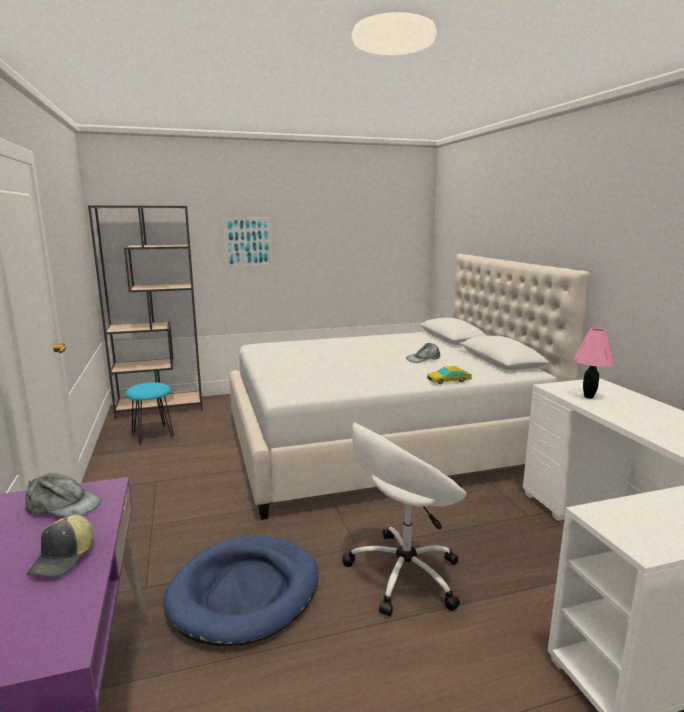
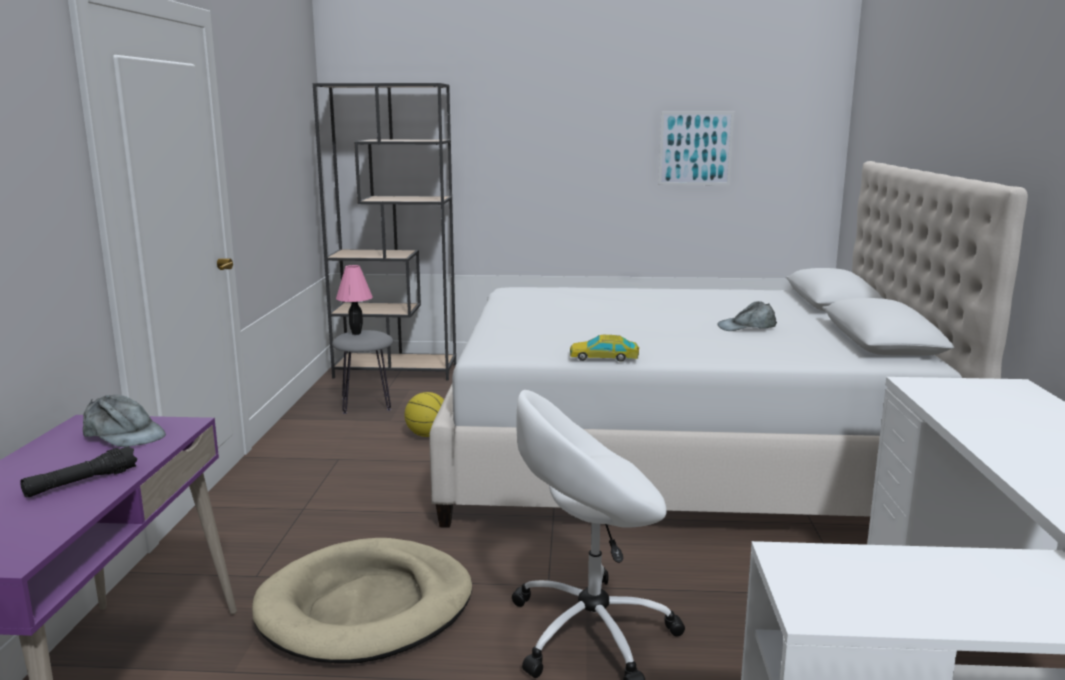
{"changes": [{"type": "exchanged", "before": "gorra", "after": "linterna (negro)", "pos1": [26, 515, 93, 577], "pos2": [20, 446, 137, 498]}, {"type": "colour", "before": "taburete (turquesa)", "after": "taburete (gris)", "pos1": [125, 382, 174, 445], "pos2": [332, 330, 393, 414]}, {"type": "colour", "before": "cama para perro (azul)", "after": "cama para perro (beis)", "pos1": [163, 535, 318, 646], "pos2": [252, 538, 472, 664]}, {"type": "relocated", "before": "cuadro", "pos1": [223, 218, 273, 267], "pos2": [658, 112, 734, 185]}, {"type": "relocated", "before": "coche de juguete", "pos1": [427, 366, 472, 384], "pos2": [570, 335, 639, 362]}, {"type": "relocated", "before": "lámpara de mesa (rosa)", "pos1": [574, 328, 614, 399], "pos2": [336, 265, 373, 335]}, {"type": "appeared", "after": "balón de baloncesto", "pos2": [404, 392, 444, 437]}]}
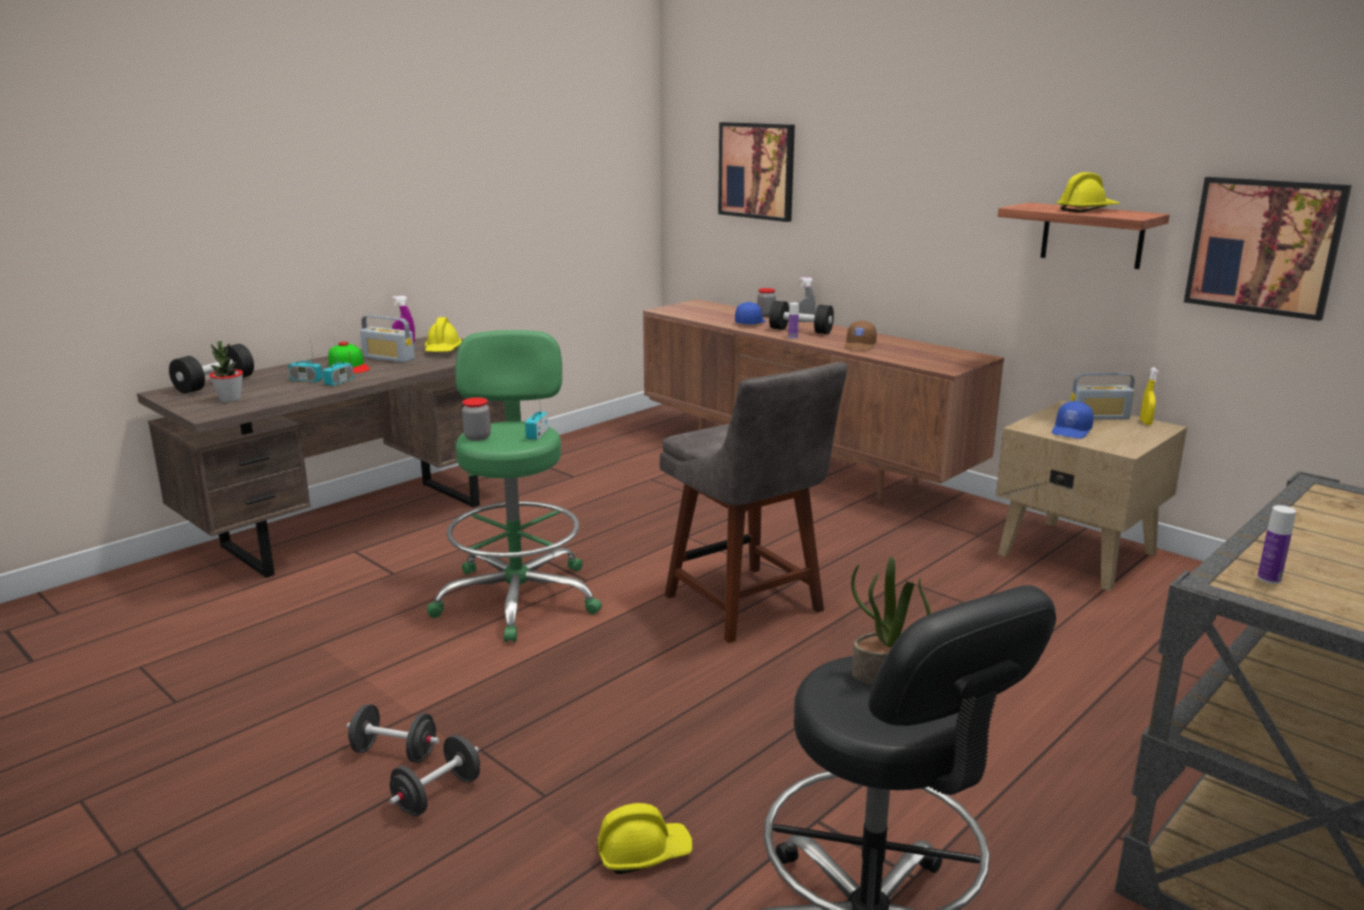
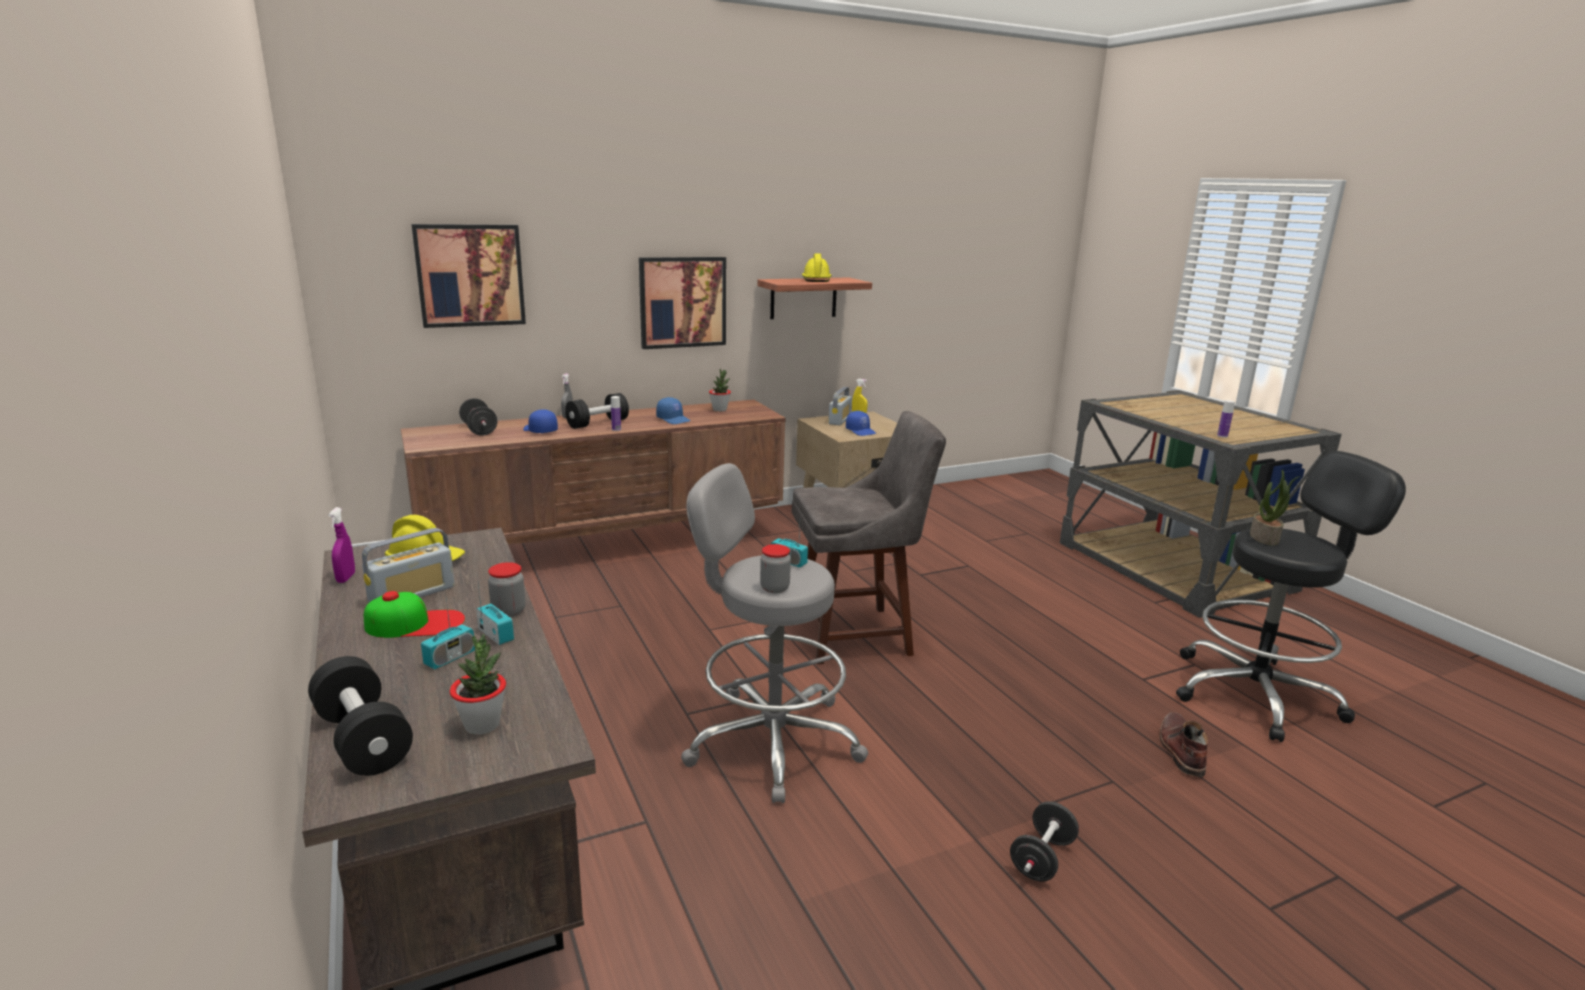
{"changes": [{"type": "relocated", "before": "mancuerna (negro)", "pos1": [389, 735, 480, 816], "pos2": [459, 398, 497, 436]}, {"type": "colour", "before": "taburete (verde)", "after": "taburete (gris)", "pos1": [427, 330, 602, 642], "pos2": [681, 463, 868, 803]}, {"type": "exchanged", "before": "casco (amarillo)", "after": "bota (marrón)", "pos1": [598, 803, 692, 874], "pos2": [1160, 712, 1208, 777]}, {"type": "relocated", "before": "tarro", "pos1": [757, 288, 776, 317], "pos2": [488, 562, 526, 617]}, {"type": "colour", "before": "gorra (marrón)", "after": "gorra (azul)", "pos1": [844, 320, 877, 351], "pos2": [656, 397, 690, 424]}, {"type": "relocated", "before": "cuadro", "pos1": [1184, 177, 1352, 321], "pos2": [639, 257, 726, 349]}, {"type": "appeared", "after": "planta en maceta", "pos2": [709, 368, 731, 412]}]}
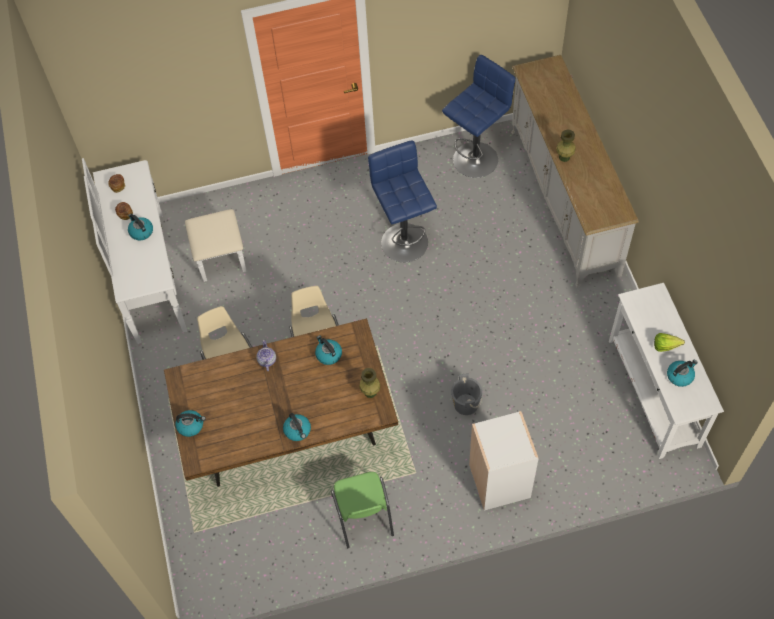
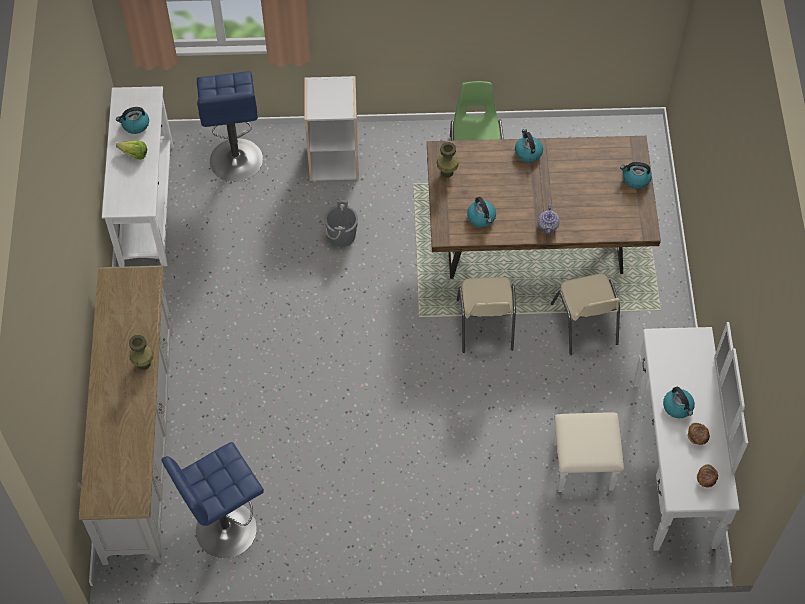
{"changes": [{"type": "relocated", "before": "taburete (azul)", "pos1": [368, 140, 437, 262], "pos2": [197, 71, 263, 182]}]}
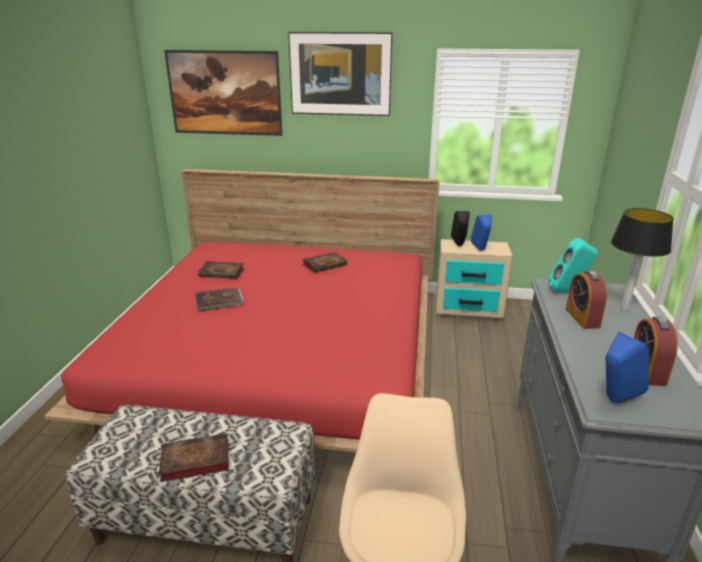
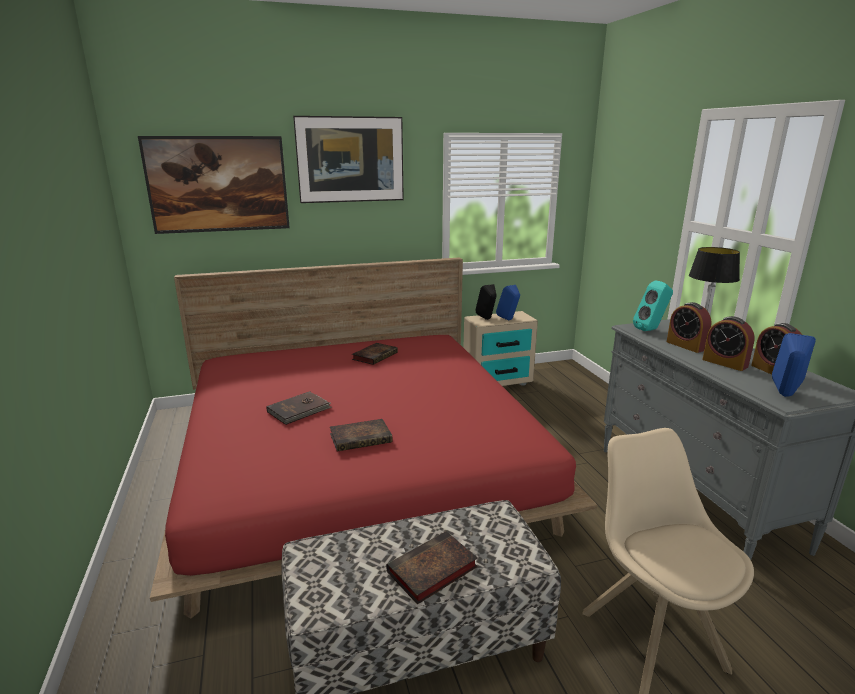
{"changes": [{"type": "relocated", "before": "libro", "pos1": [198, 261, 244, 279], "pos2": [330, 419, 393, 451]}, {"type": "appeared", "after": "despertador", "pos2": [702, 316, 755, 371]}]}
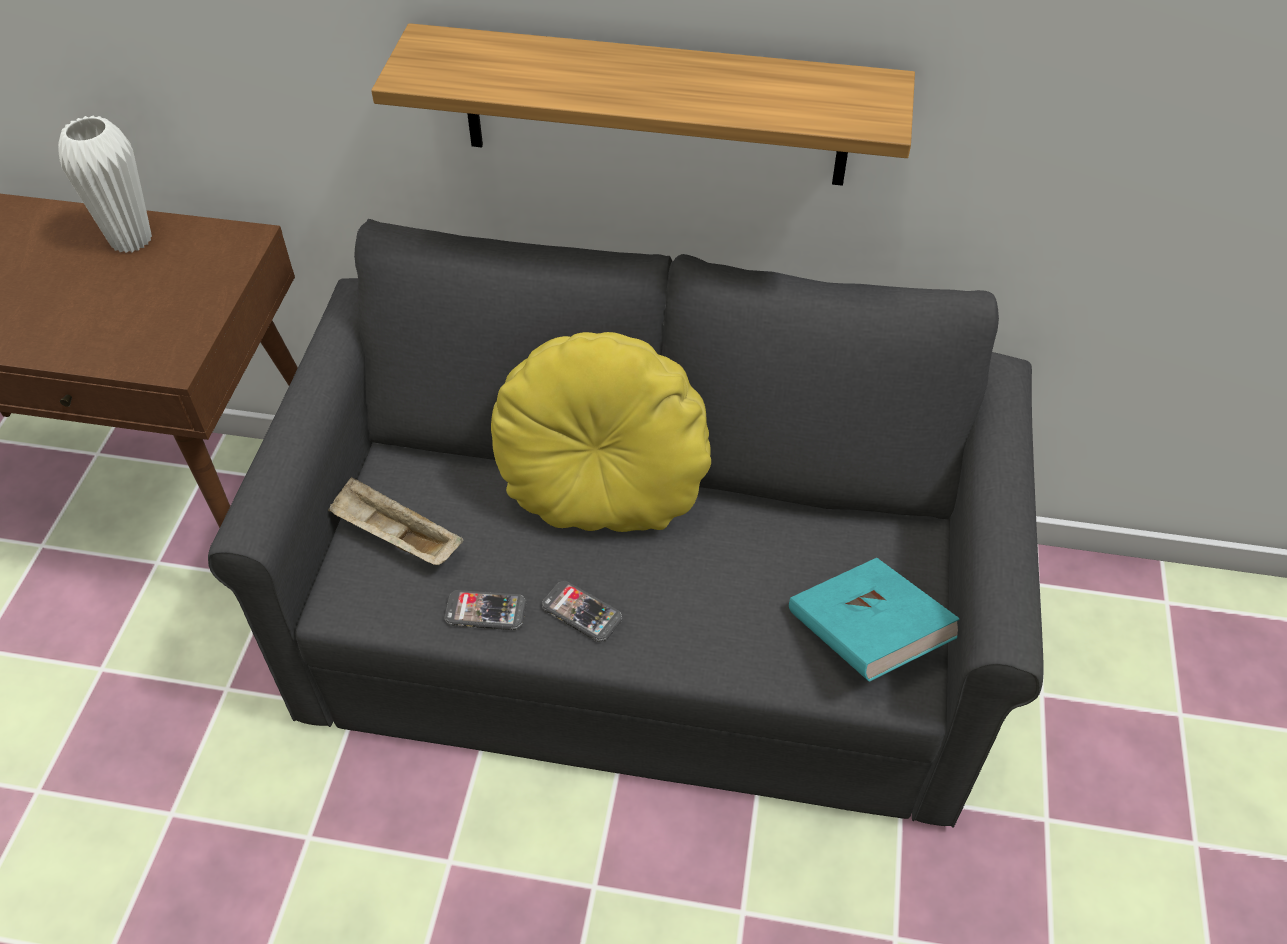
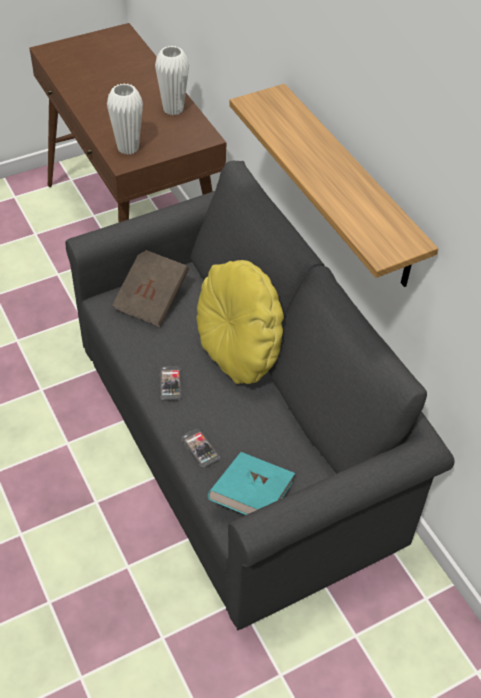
{"changes": [{"type": "exchanged", "before": "bandeja (beis)", "after": "libro (marrón)", "pos1": [328, 476, 464, 565], "pos2": [112, 250, 189, 327]}, {"type": "relocated", "before": "móvil", "pos1": [444, 590, 527, 630], "pos2": [181, 429, 220, 468]}, {"type": "appeared", "after": "florero (blanco)", "pos2": [107, 83, 143, 155]}]}
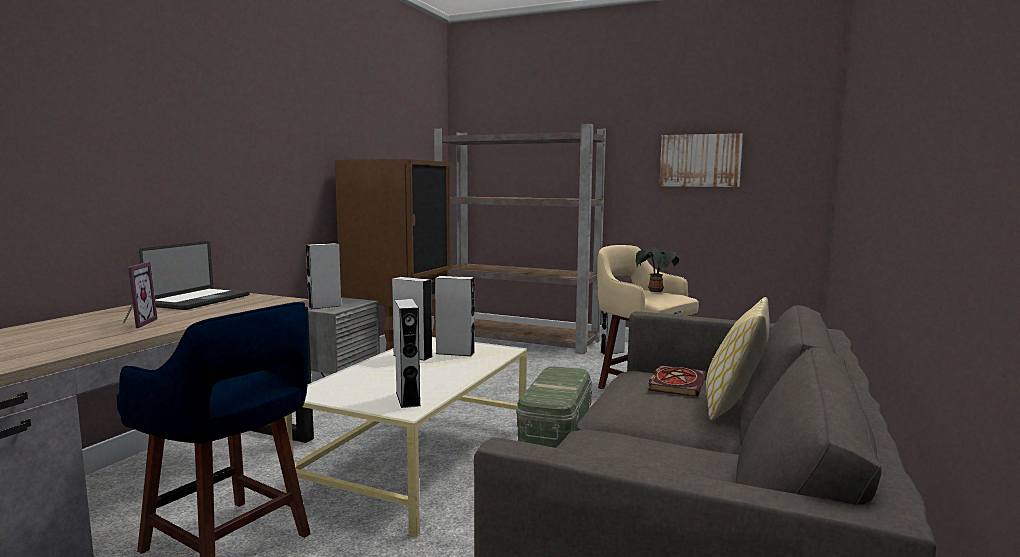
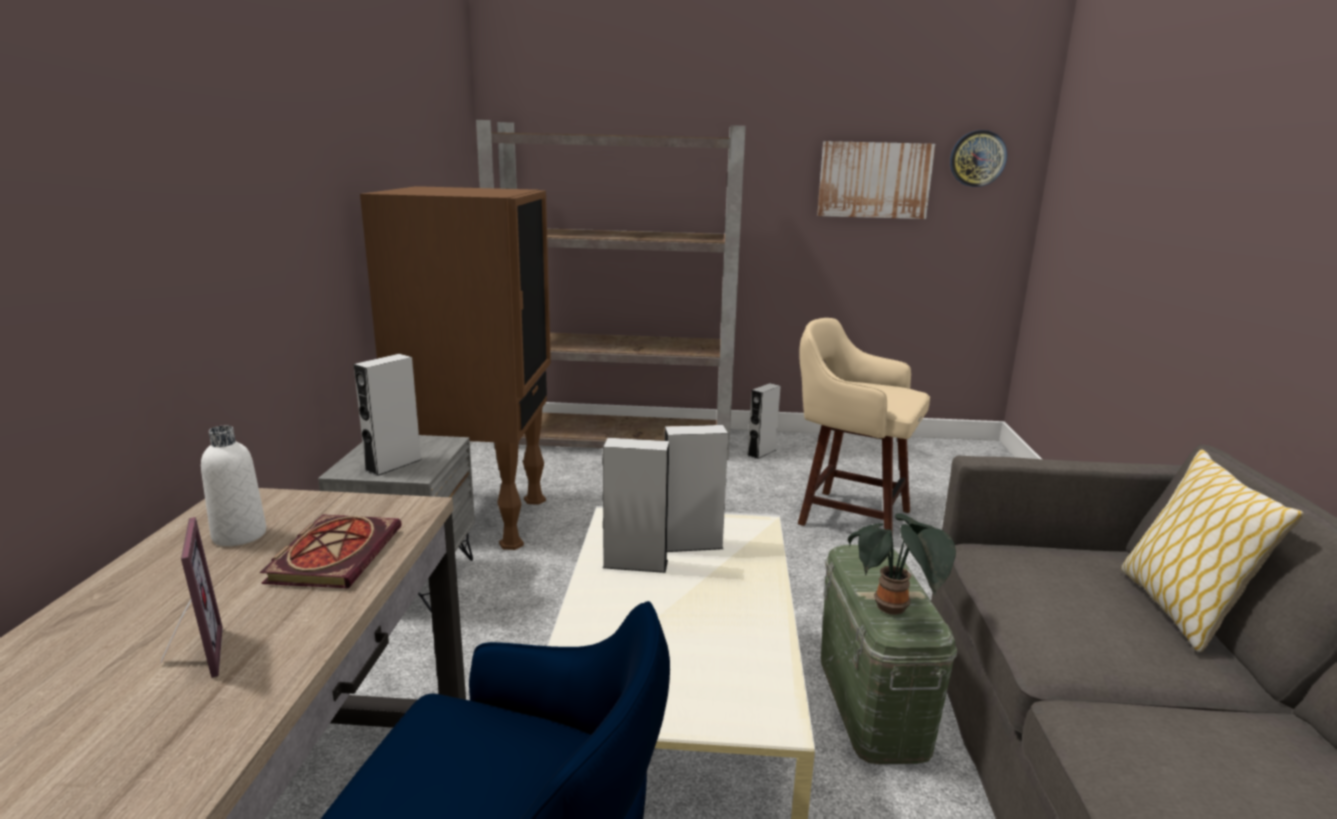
{"changes": [{"type": "exchanged", "before": "portátil", "after": "botella (blanco)", "pos1": [139, 241, 250, 310], "pos2": [201, 425, 266, 546]}, {"type": "missing", "before": "altavoz (gris)", "pos1": [394, 299, 421, 408]}, {"type": "relocated", "before": "planta en maceta", "pos1": [636, 247, 679, 292], "pos2": [848, 513, 956, 615]}, {"type": "relocated", "before": "libro", "pos1": [648, 365, 707, 397], "pos2": [260, 514, 402, 588]}, {"type": "appeared", "after": "reloj de pared", "pos2": [950, 130, 1007, 187]}]}
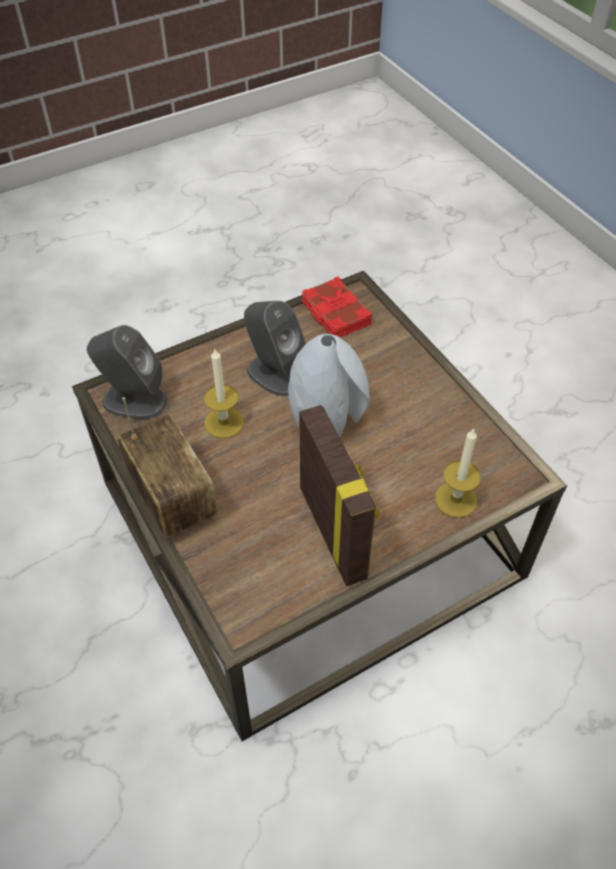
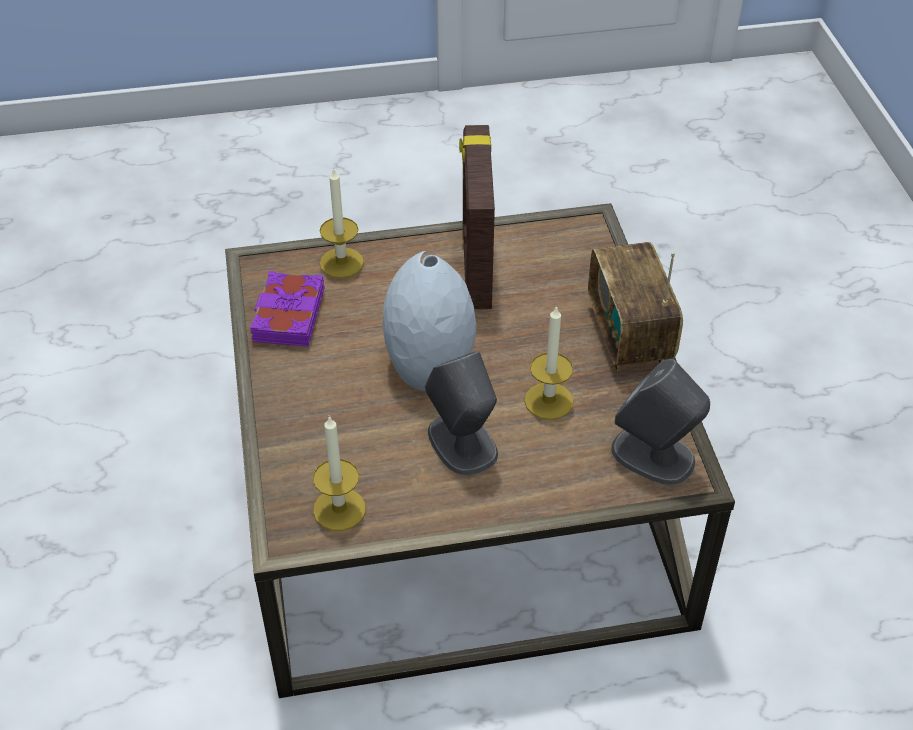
{"changes": [{"type": "exchanged", "before": "libro (rojo)", "after": "vela", "pos1": [302, 277, 372, 338], "pos2": [313, 415, 366, 531]}, {"type": "appeared", "after": "libro (morado)", "pos2": [250, 271, 325, 347]}]}
